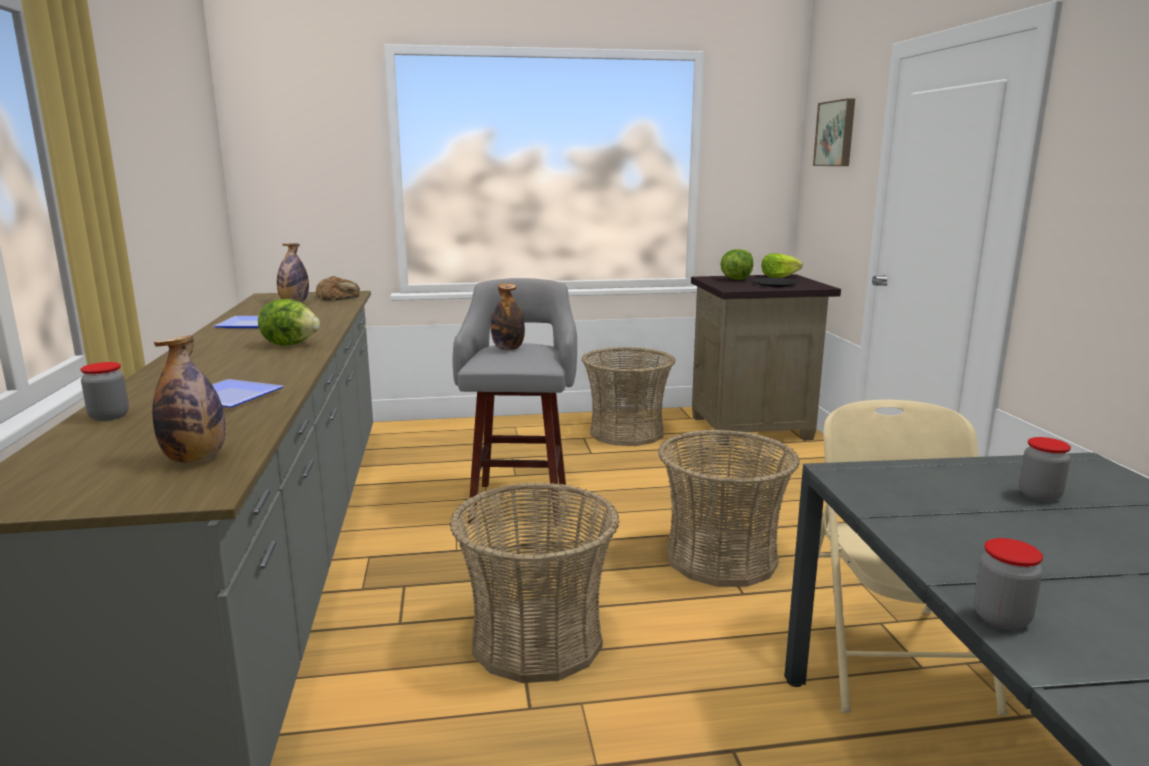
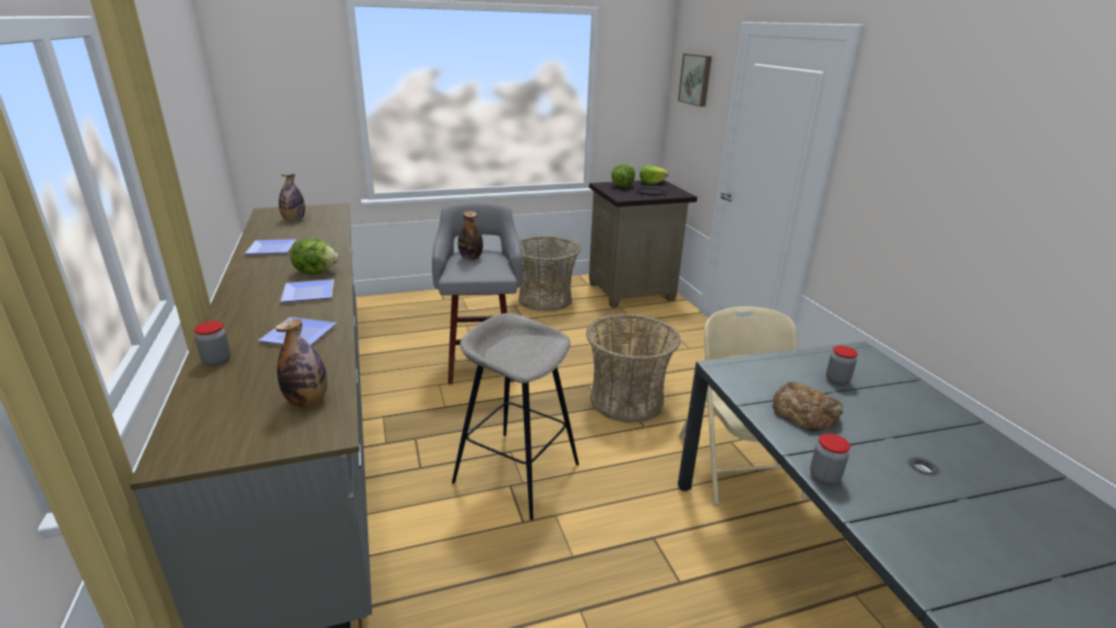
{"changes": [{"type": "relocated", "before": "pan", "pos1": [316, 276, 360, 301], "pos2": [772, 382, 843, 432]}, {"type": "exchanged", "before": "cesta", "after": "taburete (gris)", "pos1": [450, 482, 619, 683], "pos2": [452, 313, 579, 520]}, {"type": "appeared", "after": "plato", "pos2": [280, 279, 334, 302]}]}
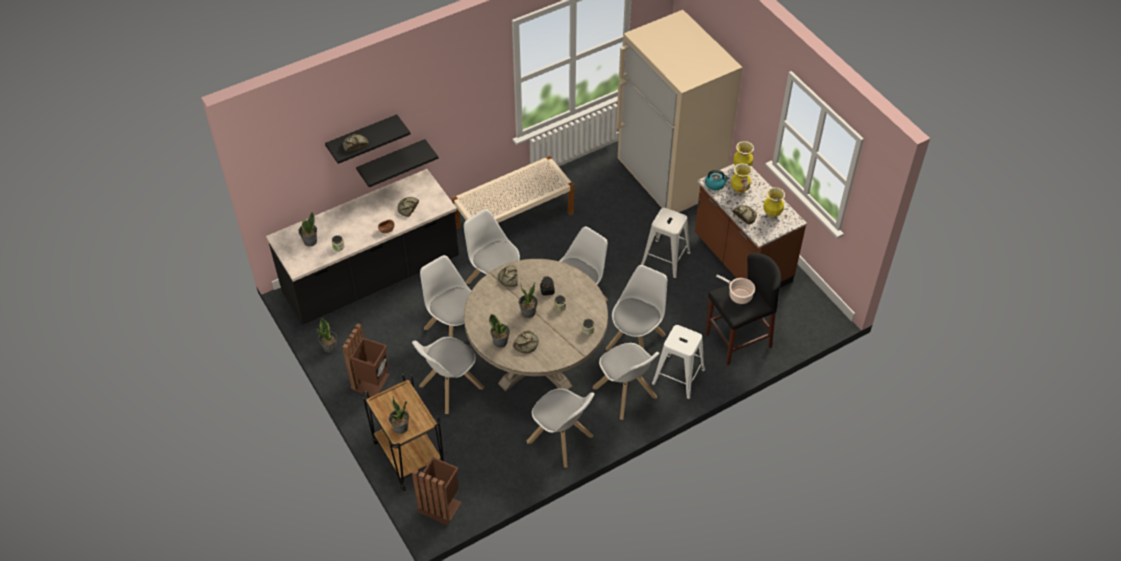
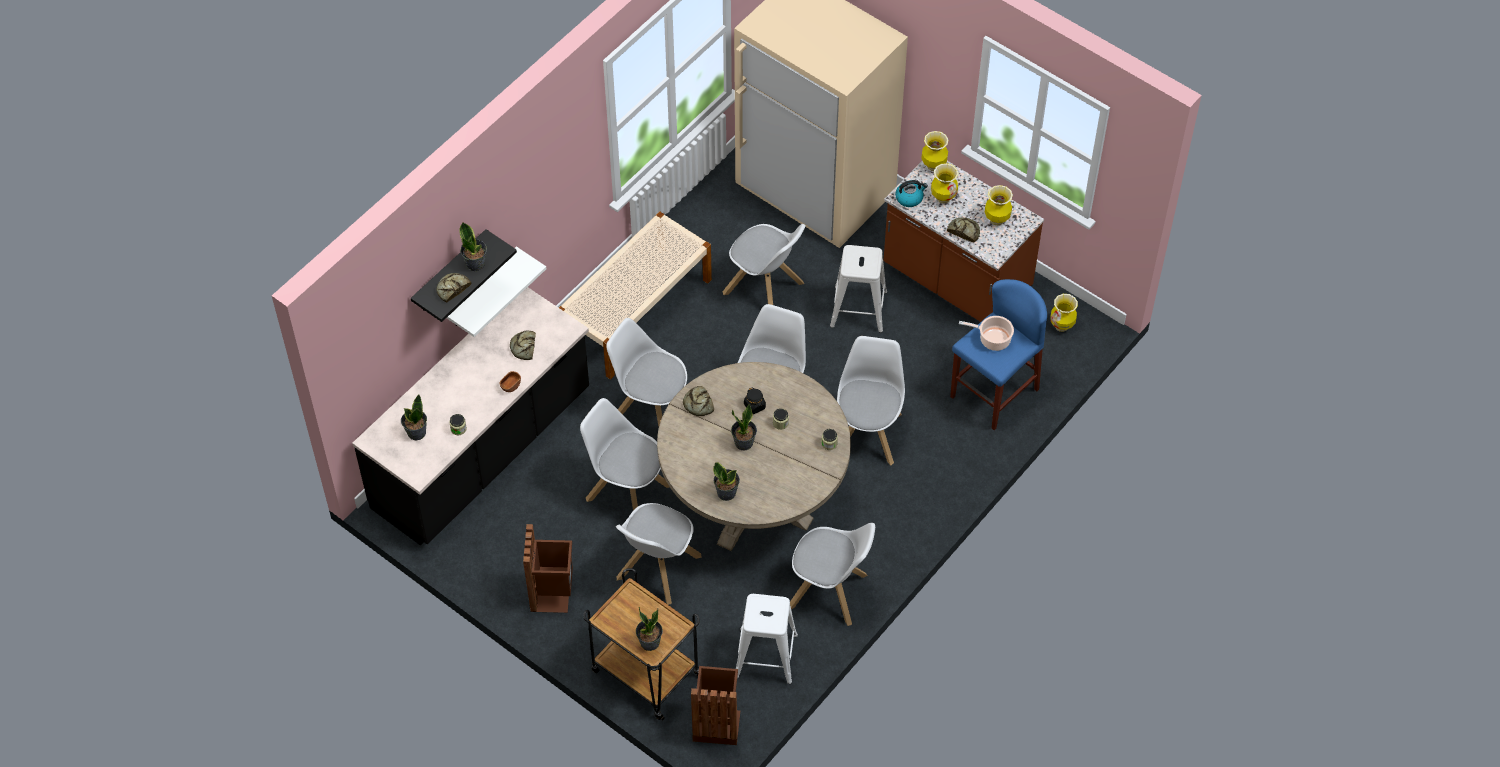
{"changes": [{"type": "relocated", "before": "planta en maceta", "pos1": [317, 318, 337, 353], "pos2": [459, 222, 487, 271]}, {"type": "colour", "before": "estante (negro)", "after": "estante (blanco)", "pos1": [356, 139, 438, 187], "pos2": [447, 246, 546, 337]}, {"type": "missing", "before": "pan", "pos1": [513, 331, 539, 354]}, {"type": "relocated", "before": "silla", "pos1": [593, 343, 659, 420], "pos2": [723, 224, 806, 305]}, {"type": "relocated", "before": "taburete (blanco)", "pos1": [652, 325, 705, 399], "pos2": [736, 594, 798, 684]}, {"type": "colour", "before": "taburete (negro)", "after": "taburete (azul)", "pos1": [705, 253, 781, 366], "pos2": [950, 279, 1047, 430]}, {"type": "appeared", "after": "florero", "pos2": [1050, 294, 1078, 332]}]}
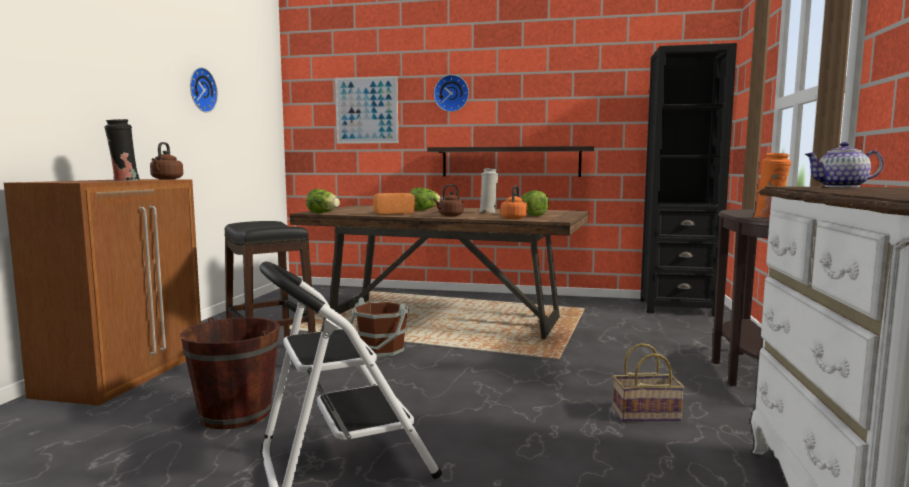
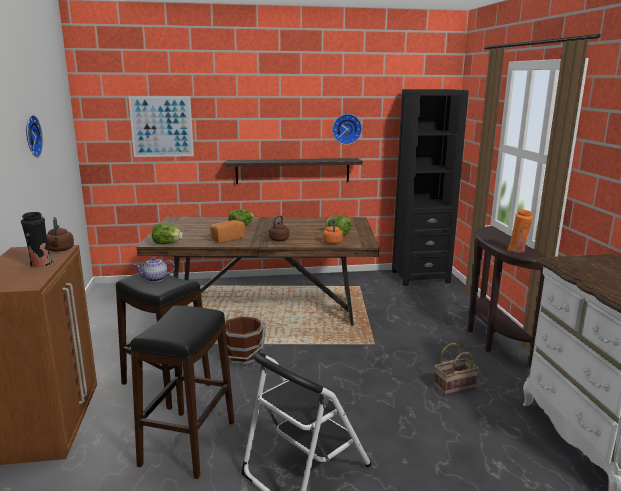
{"changes": [{"type": "exchanged", "before": "cubo (marrón)", "after": "taburete (negro)", "pos1": [180, 317, 280, 429], "pos2": [130, 305, 235, 479]}, {"type": "relocated", "before": "reloj de pared", "pos1": [434, 75, 469, 112], "pos2": [332, 114, 362, 145]}, {"type": "missing", "before": "florero (blanco)", "pos1": [479, 168, 499, 213]}, {"type": "relocated", "before": "tetera", "pos1": [804, 142, 884, 187], "pos2": [134, 257, 175, 282]}]}
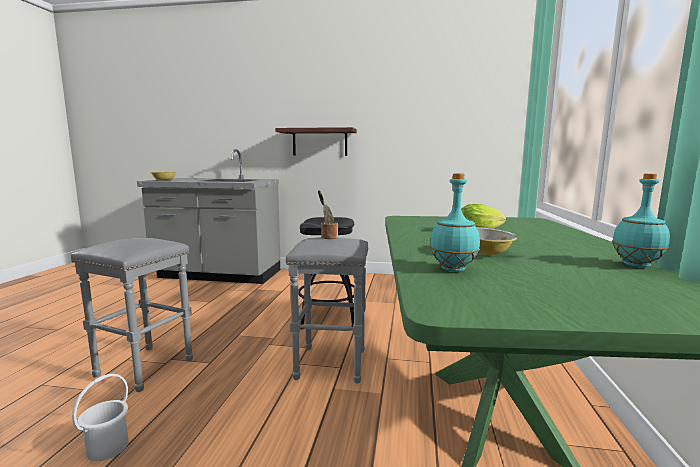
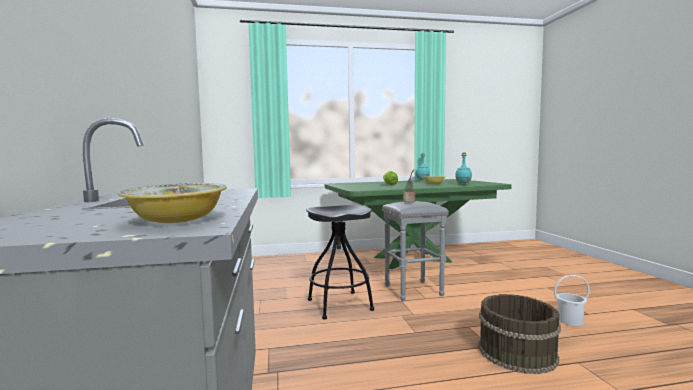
{"changes": [{"type": "exchanged", "before": "taburete (gris)", "after": "cubo (marrón)", "pos1": [71, 238, 193, 392], "pos2": [478, 294, 561, 374]}, {"type": "missing", "before": "estante", "pos1": [275, 127, 357, 156]}]}
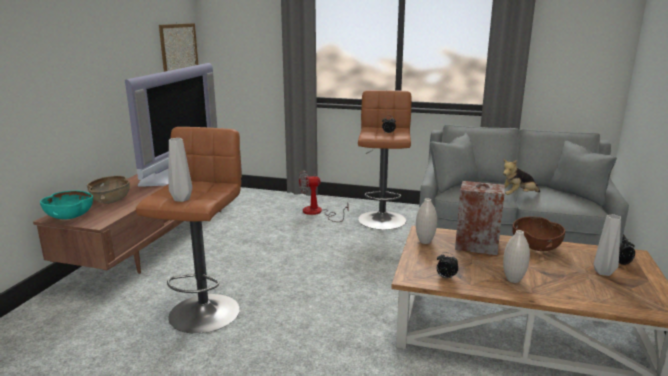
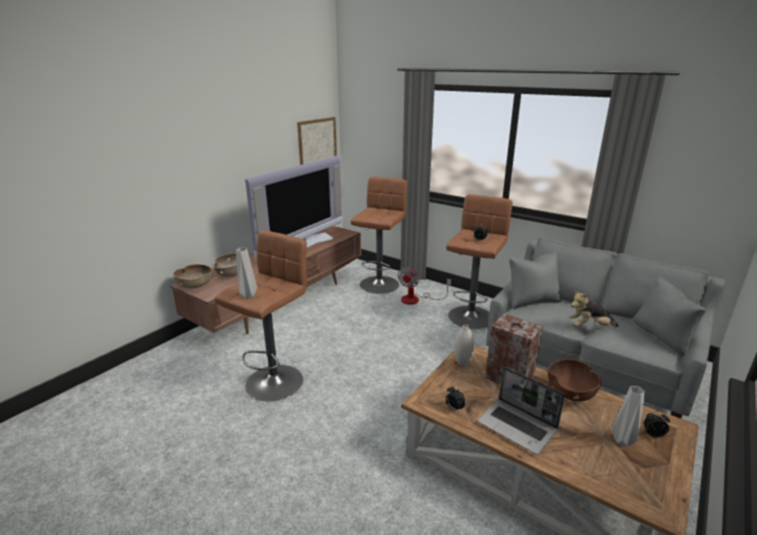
{"changes": [{"type": "colour", "before": "cuenco (turquesa)", "after": "cuenco (marrón)", "pos1": [40, 190, 93, 219], "pos2": [173, 264, 213, 288]}, {"type": "spun", "before": "ventilador", "pos1": [299, 170, 349, 222], "pos2": [398, 267, 451, 305], "turn": -75}, {"type": "exchanged", "before": "florero (blanco)", "after": "portátil", "pos1": [503, 230, 530, 283], "pos2": [478, 367, 565, 455]}, {"type": "appeared", "after": "taburete (marrón)", "pos2": [351, 177, 407, 294]}]}
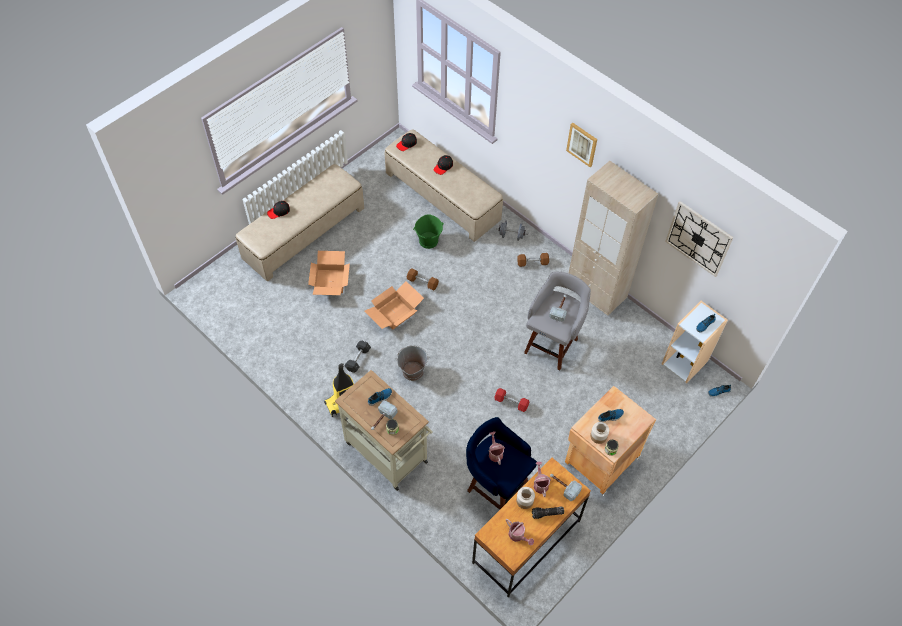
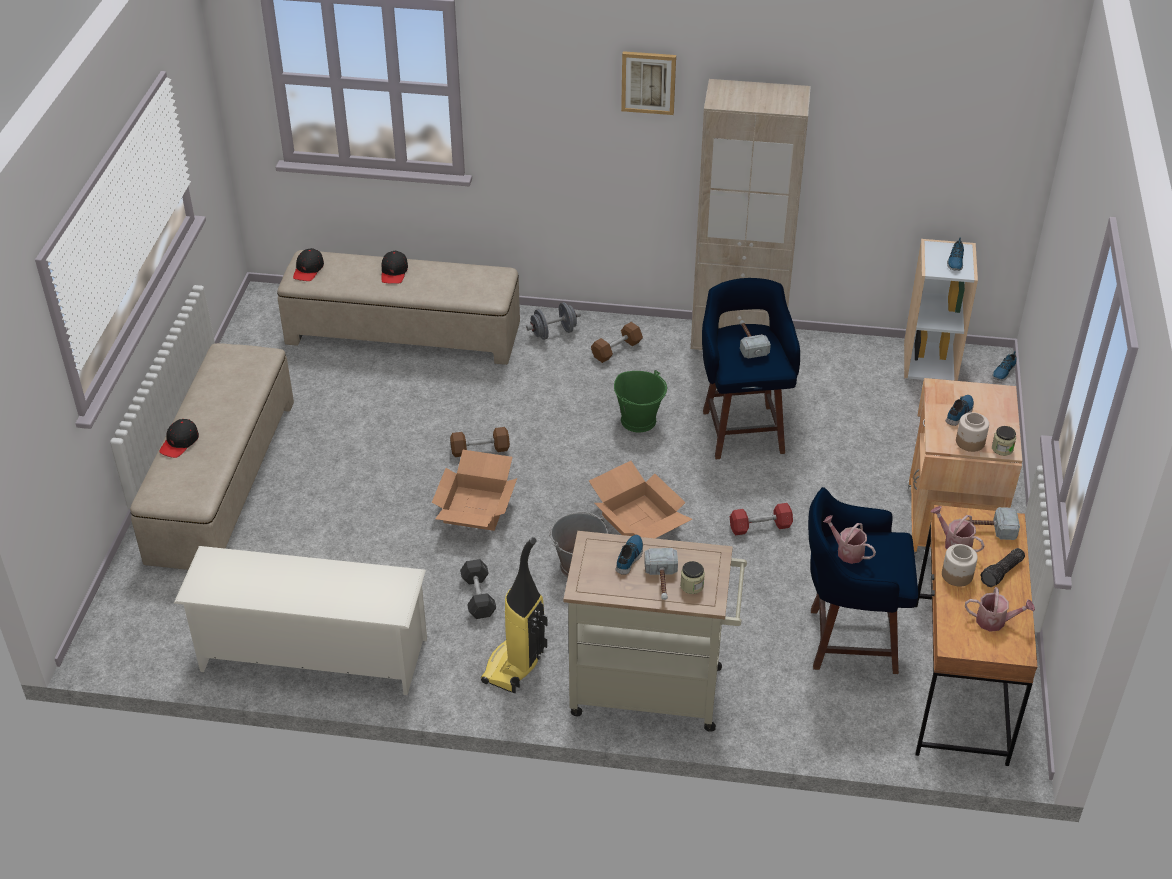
{"changes": [{"type": "relocated", "before": "caja de cartón", "pos1": [308, 251, 350, 295], "pos2": [589, 461, 692, 538]}, {"type": "relocated", "before": "cubo (verde)", "pos1": [413, 214, 444, 249], "pos2": [614, 370, 667, 432]}, {"type": "colour", "before": "taburete (gris)", "after": "taburete (azul)", "pos1": [524, 272, 591, 370], "pos2": [702, 278, 800, 459]}, {"type": "missing", "before": "reloj de pared", "pos1": [665, 201, 734, 277]}, {"type": "appeared", "after": "zapatero (blanco)", "pos2": [174, 546, 427, 695]}]}
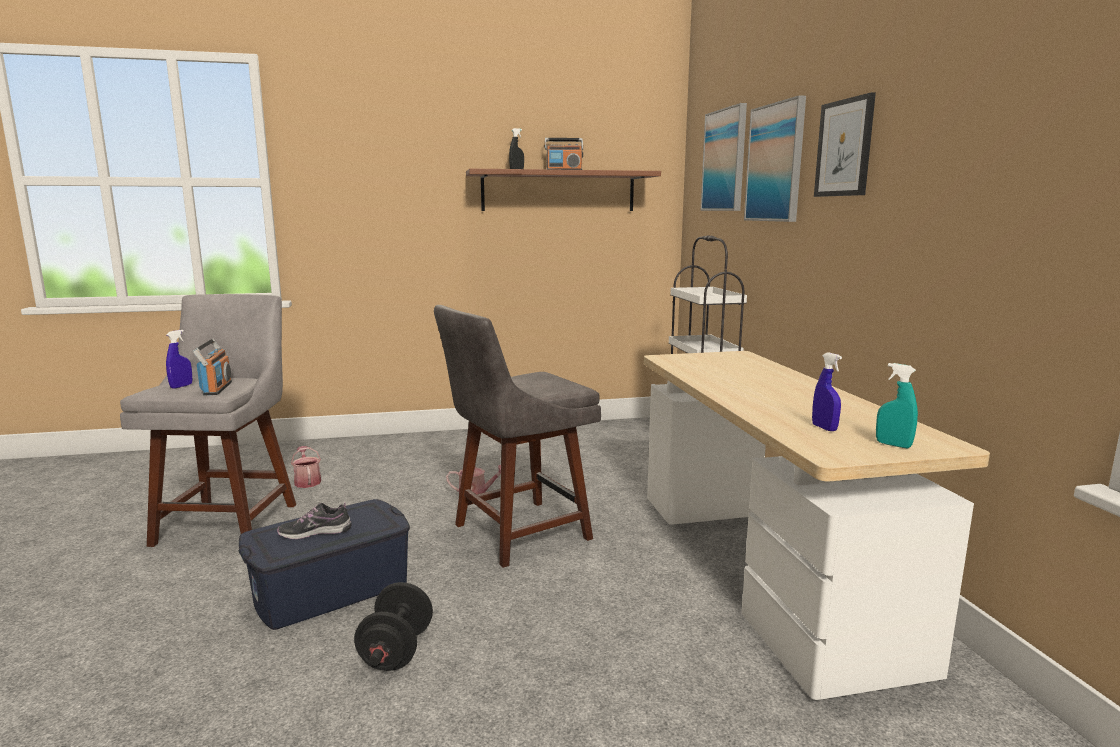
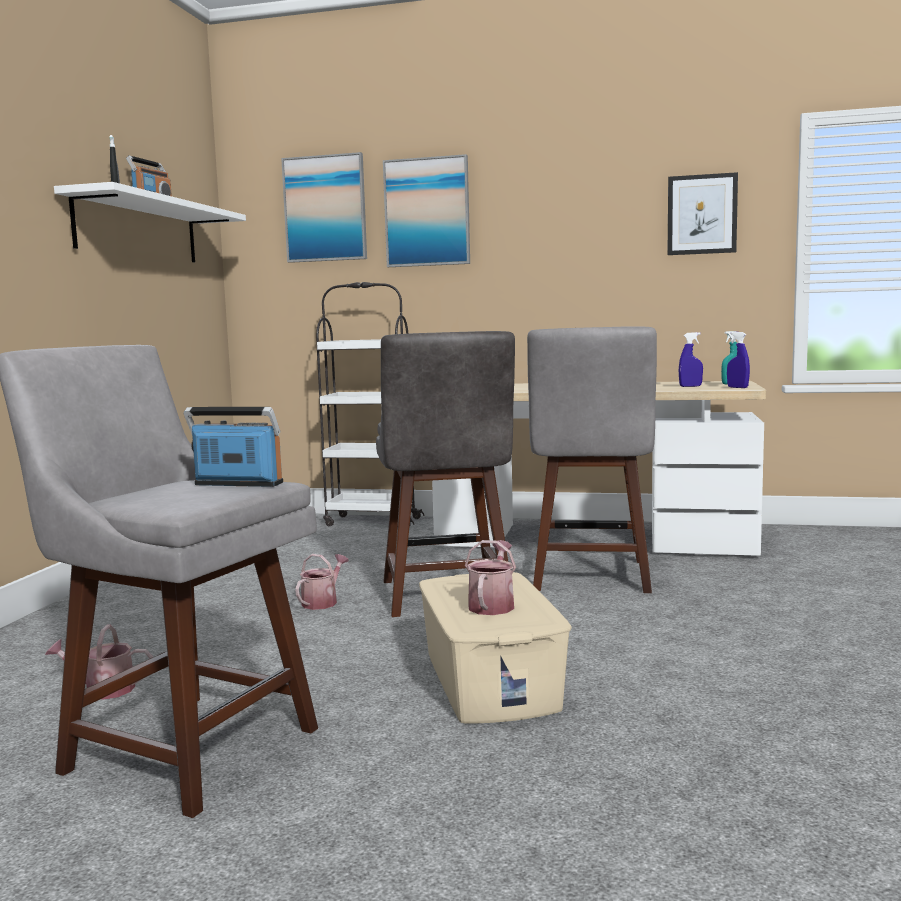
{"changes": [{"type": "relocated", "before": "pulverizador (azul)", "pos1": [166, 330, 192, 389], "pos2": [727, 332, 750, 388]}, {"type": "colour", "before": "caja de almacenaje (azul)", "after": "caja de almacenaje (beis)", "pos1": [239, 499, 410, 630], "pos2": [419, 572, 572, 724]}, {"type": "exchanged", "before": "zapato", "after": "regadera", "pos1": [277, 502, 352, 539], "pos2": [465, 540, 516, 615]}, {"type": "missing", "before": "mancuerna (negro)", "pos1": [354, 582, 433, 671]}, {"type": "colour", "before": "estante (marrón)", "after": "estante (blanco)", "pos1": [466, 169, 661, 211], "pos2": [54, 182, 246, 262]}, {"type": "relocated", "before": "cuadro", "pos1": [814, 92, 876, 197], "pos2": [667, 172, 738, 255]}, {"type": "appeared", "after": "taburete (gris)", "pos2": [527, 327, 657, 593]}]}
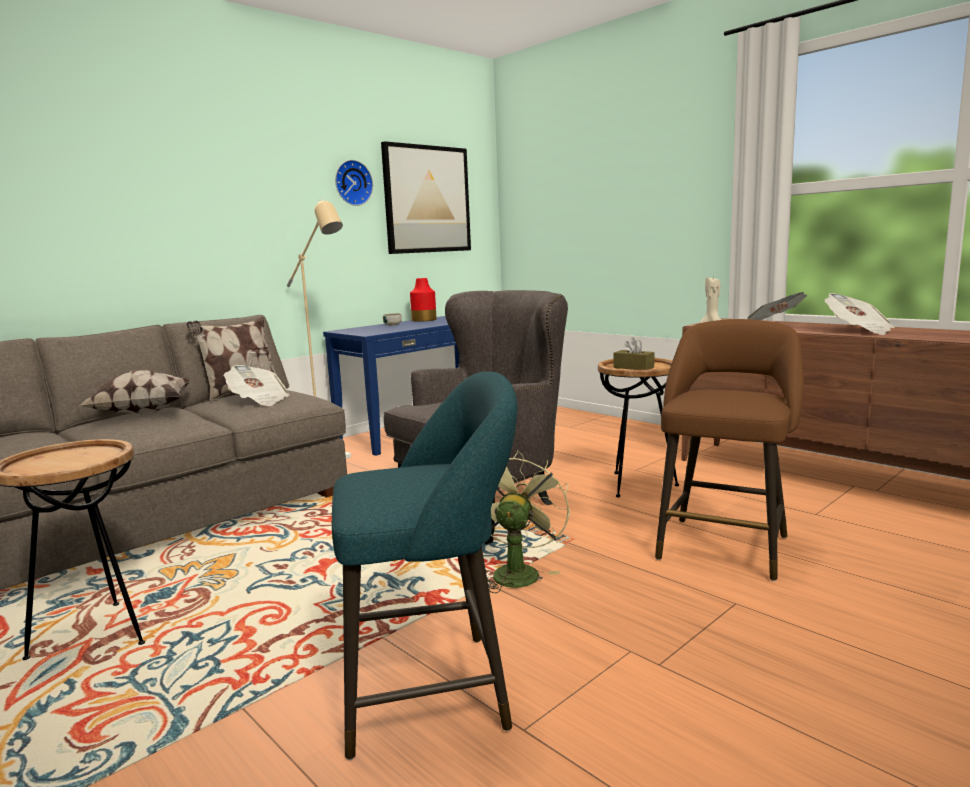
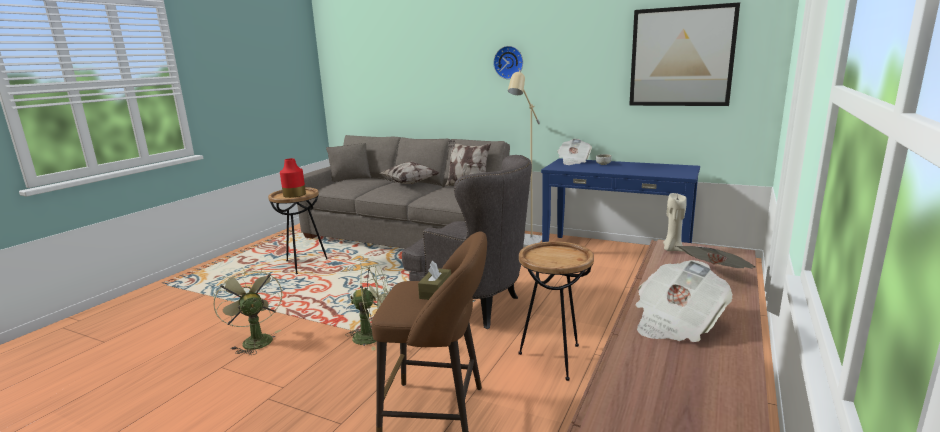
{"changes": [{"type": "relocated", "before": "periódico", "pos1": [224, 365, 289, 406], "pos2": [557, 139, 592, 165]}, {"type": "exchanged", "before": "taburete (turquesa)", "after": "ventilador (verde)", "pos1": [332, 371, 517, 760], "pos2": [213, 267, 282, 355]}, {"type": "relocated", "before": "reloj de pared", "pos1": [335, 160, 373, 206], "pos2": [493, 46, 523, 79]}, {"type": "relocated", "before": "florero (rojo)", "pos1": [410, 278, 437, 322], "pos2": [280, 158, 306, 198]}, {"type": "relocated", "before": "caja de pañuelos (marrón)", "pos1": [613, 337, 655, 370], "pos2": [418, 261, 451, 300]}]}
